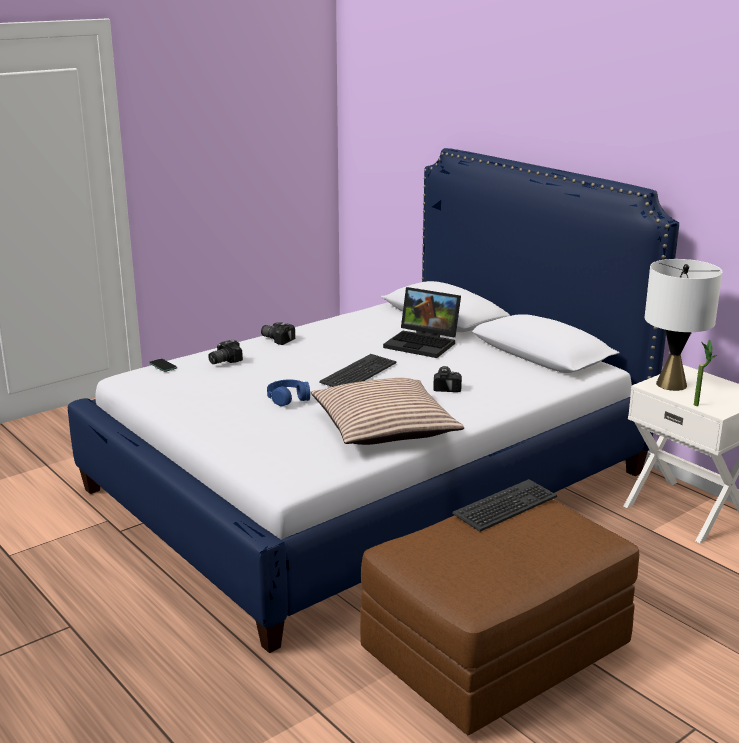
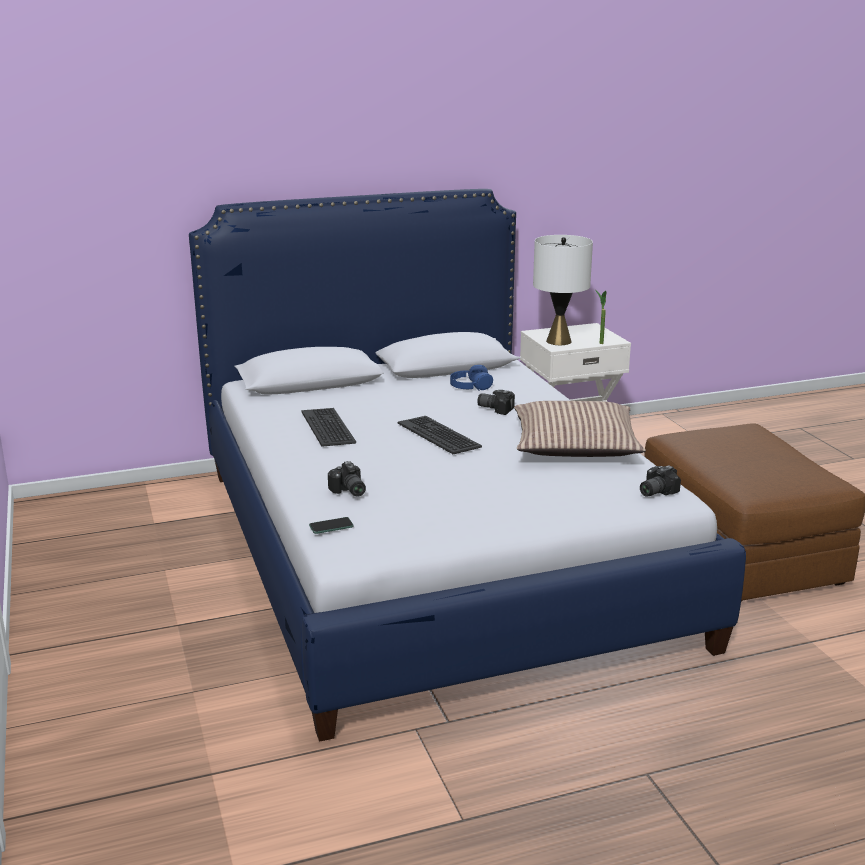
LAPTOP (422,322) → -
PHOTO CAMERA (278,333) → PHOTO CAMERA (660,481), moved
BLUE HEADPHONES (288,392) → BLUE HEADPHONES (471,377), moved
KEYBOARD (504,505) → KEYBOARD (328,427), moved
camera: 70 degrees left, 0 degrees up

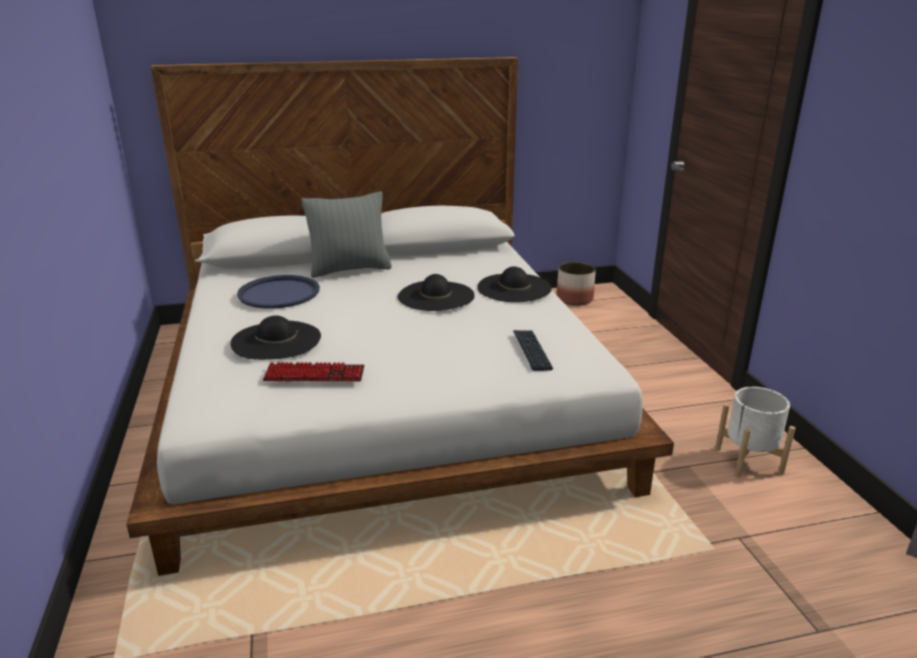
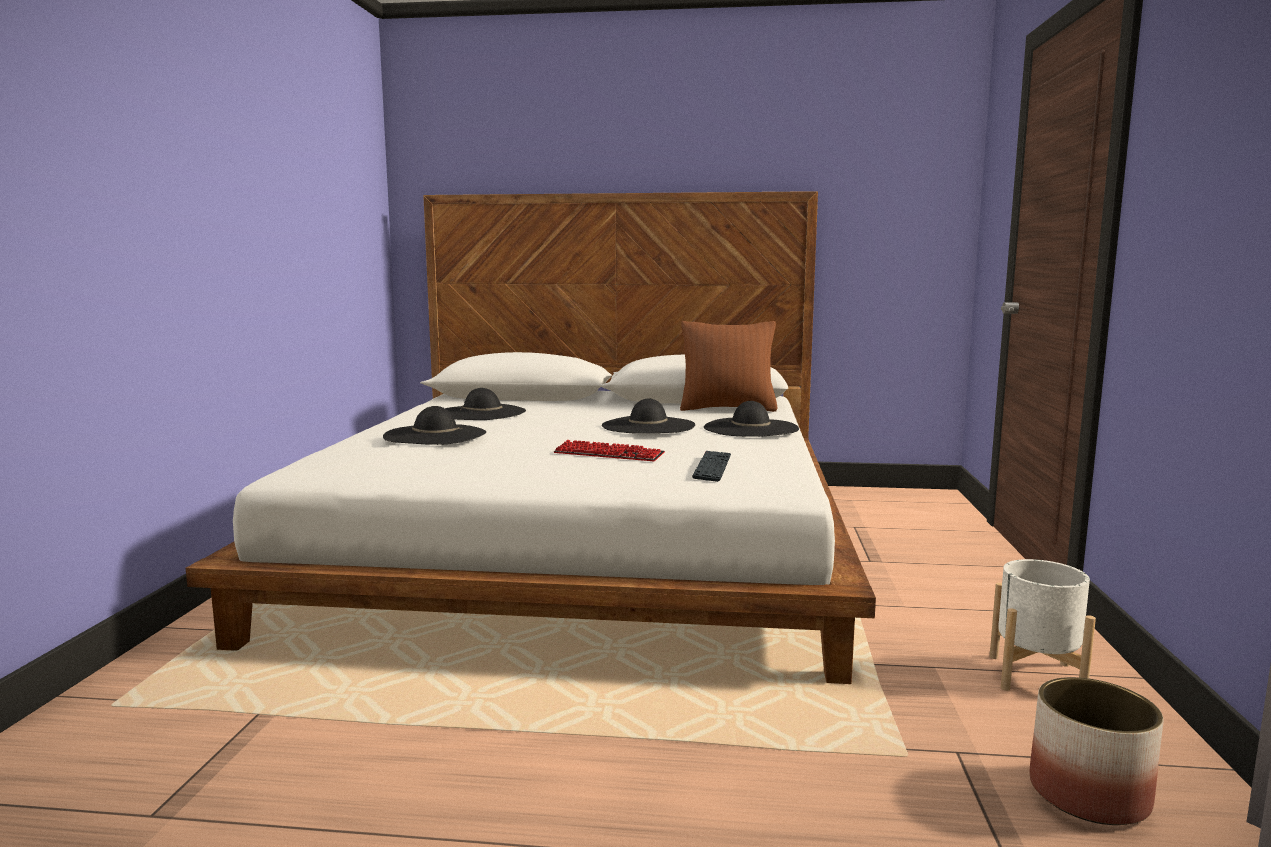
GREY PILLOW (347,235) → -
- → BROWN PILLOW (729,366)
KEYBOARD (313,372) → KEYBOARD (609,450), moved
PLANTER (576,284) → PLANTER (1097,751), moved
BLUE TRAY (278,292) → BLACK HAT (485,404)
camera: 20 degrees right, 15 degrees down

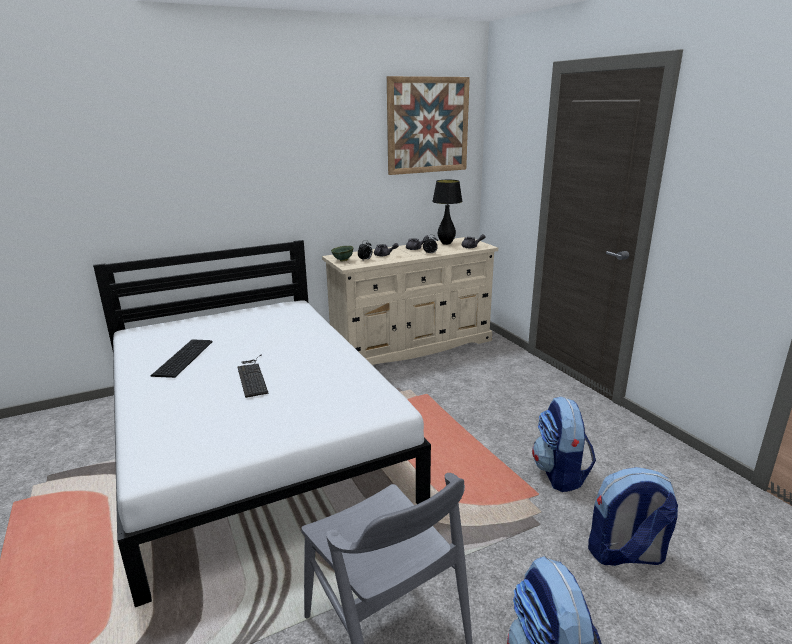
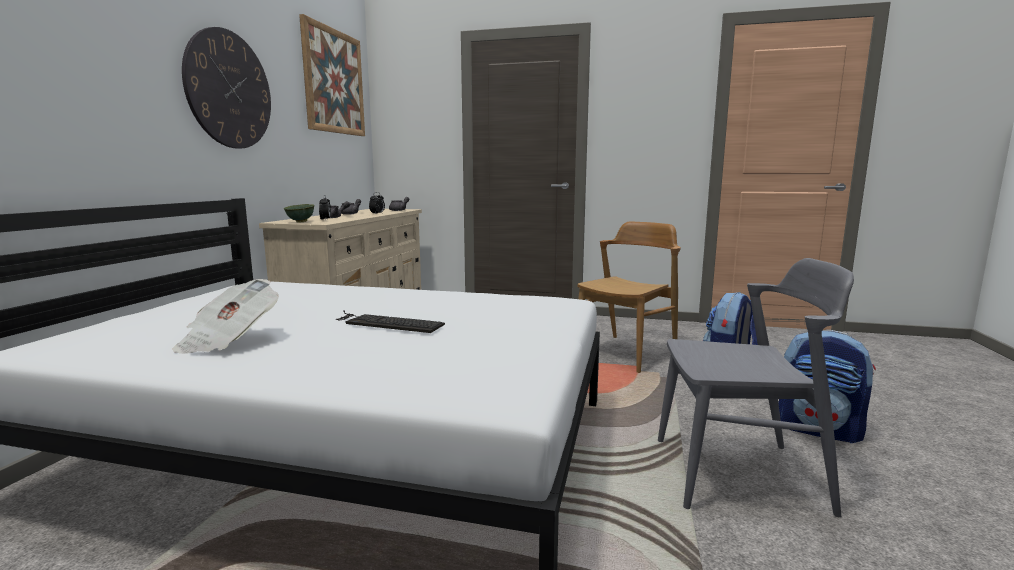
BLACK TABLE LAMP (447,212) → -
- → WALL CLOCK (226,88)
KEYBOARD (182,358) → NEWSPAPER (225,316)
BACKPACK (564,444) → BROWN CHAIR (629,297)
camera: 50 degrees left, 10 degrees down

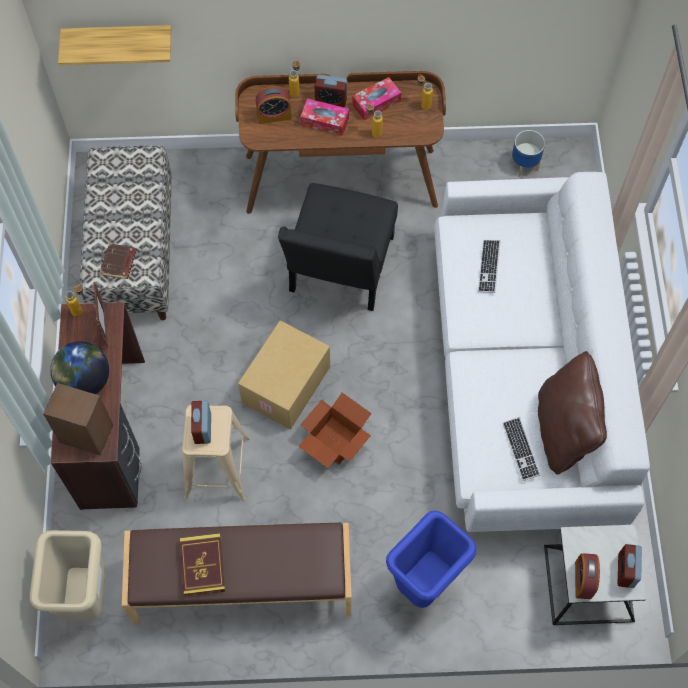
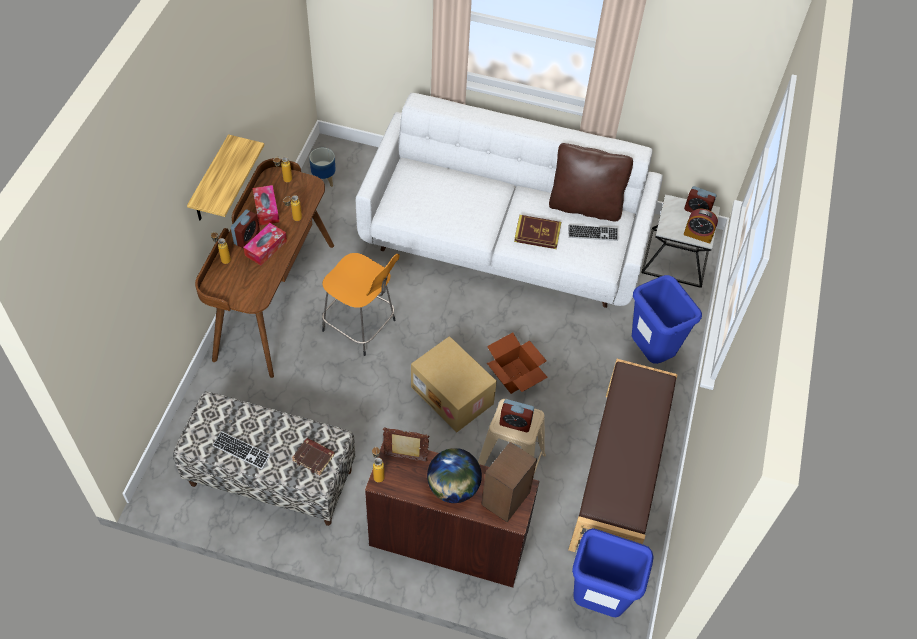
ALARM CLOCK (274,105) → -
SHELF (114,45) → SHELF (225,177), moved
BOOK (202,564) → BOOK (537,232), moved
KEYBOARD (489,266) → KEYBOARD (241,450), moved
BLACK CHAIR (338,247) → ORANGE STOOL (361,304)
BEIGE TRASH CAN (67,575) → BLUE TRASH CAN (612,572)
camera: 75 degrees left, 10 degrees down

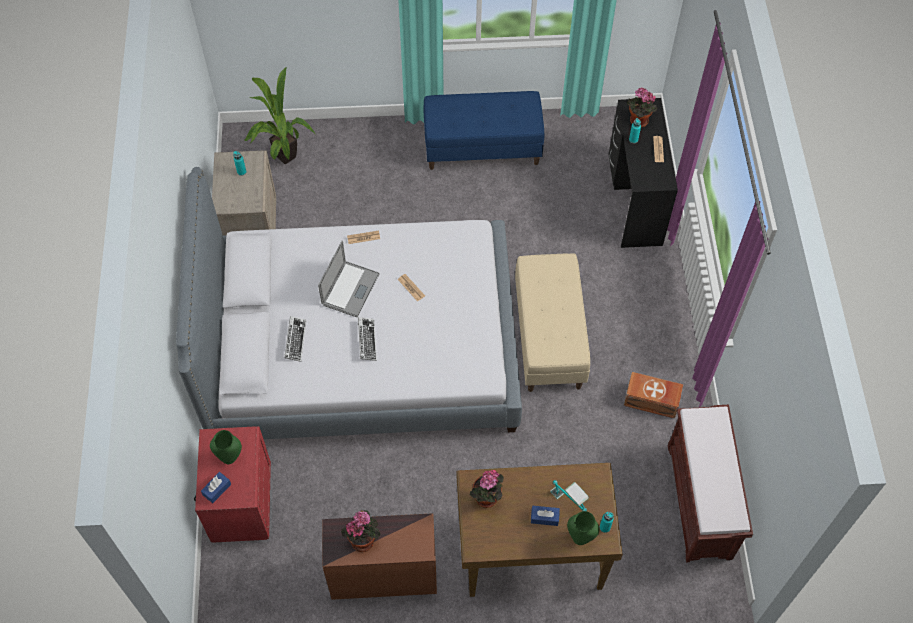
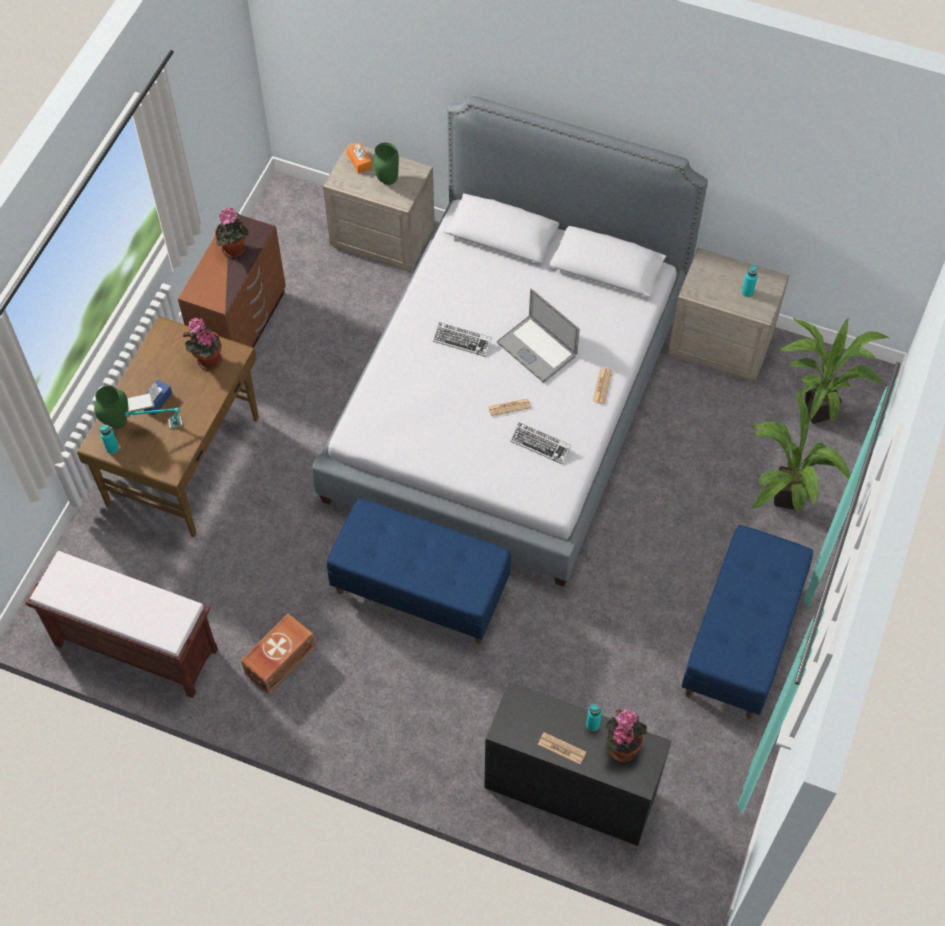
- → POTTED PLANT (800,451)
KEYBOARD (295,339) → KEYBOARD (540,443), moved
RED NIGHTSTAND (232,484) → BEIGE NIGHTSTAND (379,206)
BLUE TISSUE BOX (216,487) → ORANGE TISSUE BOX (359,158)
BEIGE BENCH (552,323) → BLUE BENCH (419,571)
camera: 115 degrees right, 0 degrees up

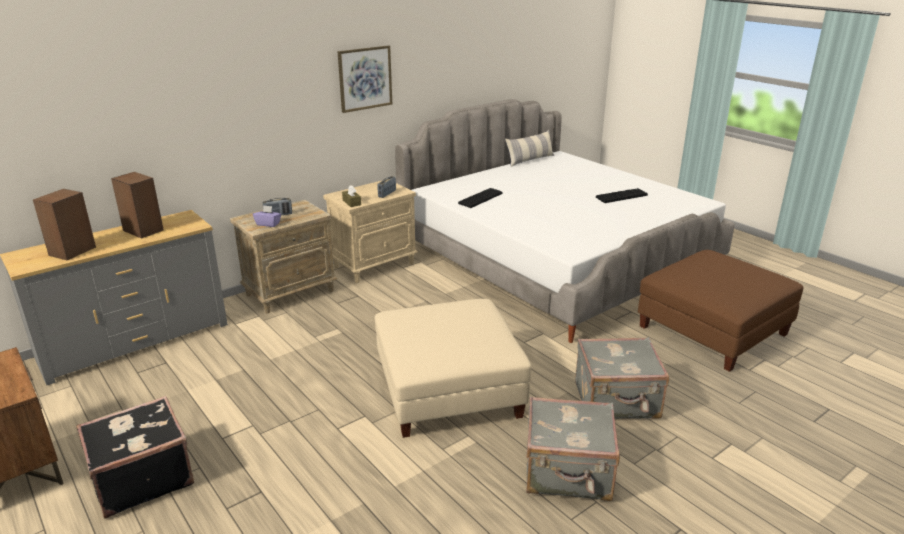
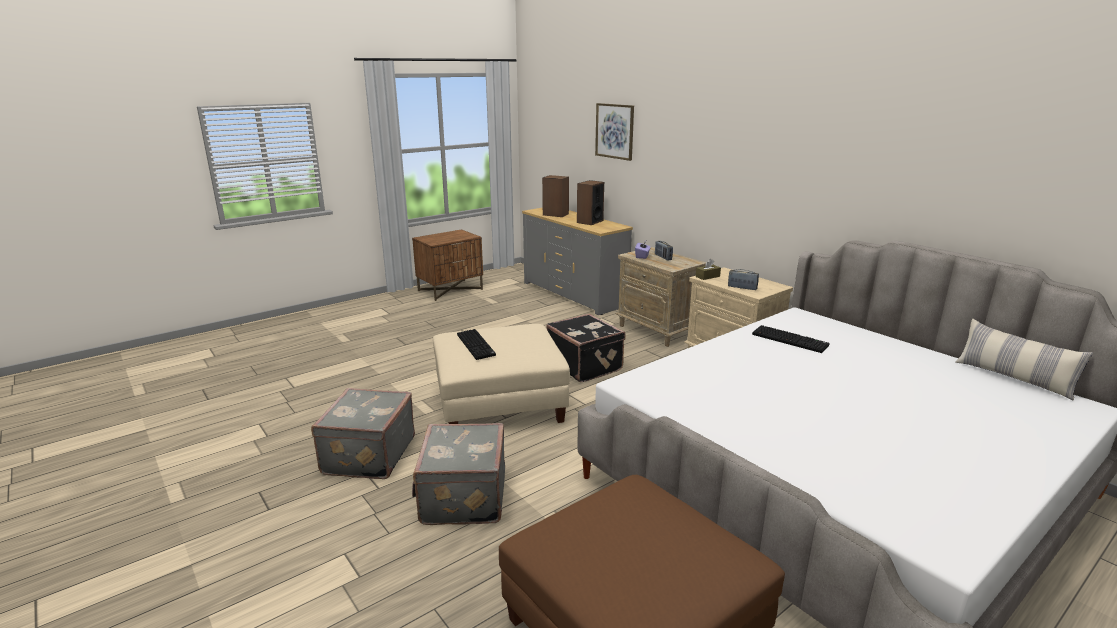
BLACK SUITCASE (135,457) → BLACK SUITCASE (586,348), moved
PICTURE (365,79) → PICTURE (614,132), moved
KEYBOARD (622,195) → KEYBOARD (476,344), moved
camera: 90 degrees right, 5 degrees down

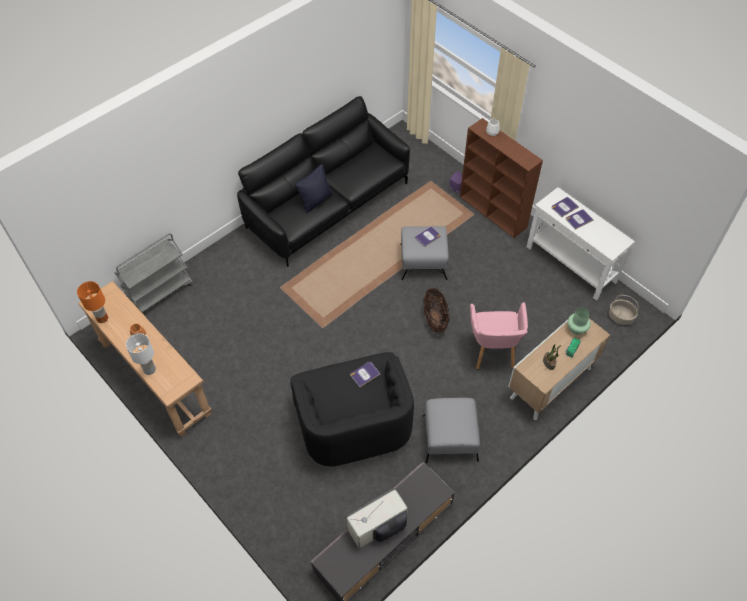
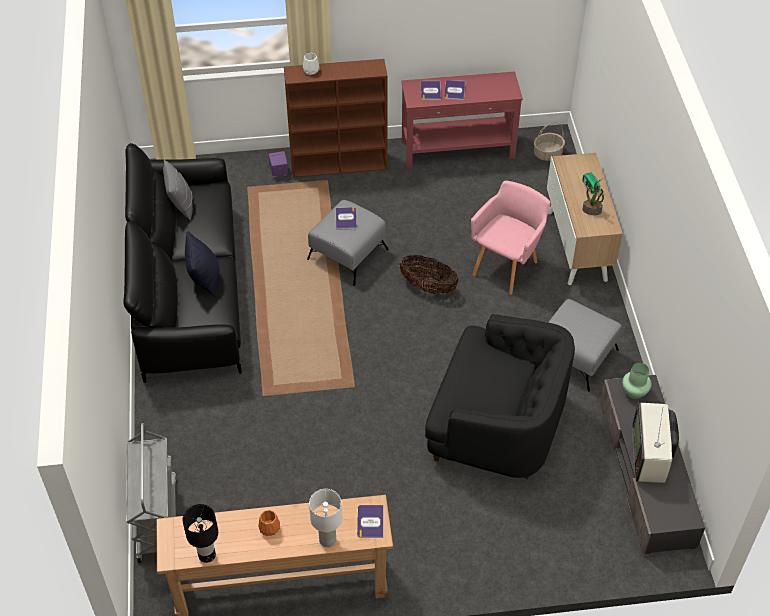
- → GREY PILLOW (178,190)
BOOK (365,374) → BOOK (370,521), moved
GREEN VASE (579,321) → GREEN VASE (637,381), moved
ORANGE TABLE LAMP (92,302) → BLACK TABLE LAMP (200,533)
WHITE CONSOLE TABLE (580,244) → RED CONSOLE TABLE (462,119)
PINK ARMCHAIR (499,335) → PINK ARMCHAIR (511,238), 90 degrees counterclockwise
camera: 55 degrees left, 5 degrees down

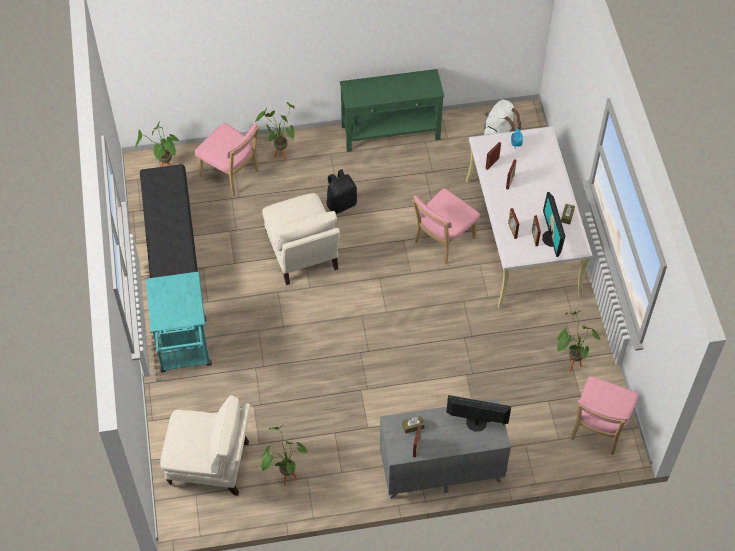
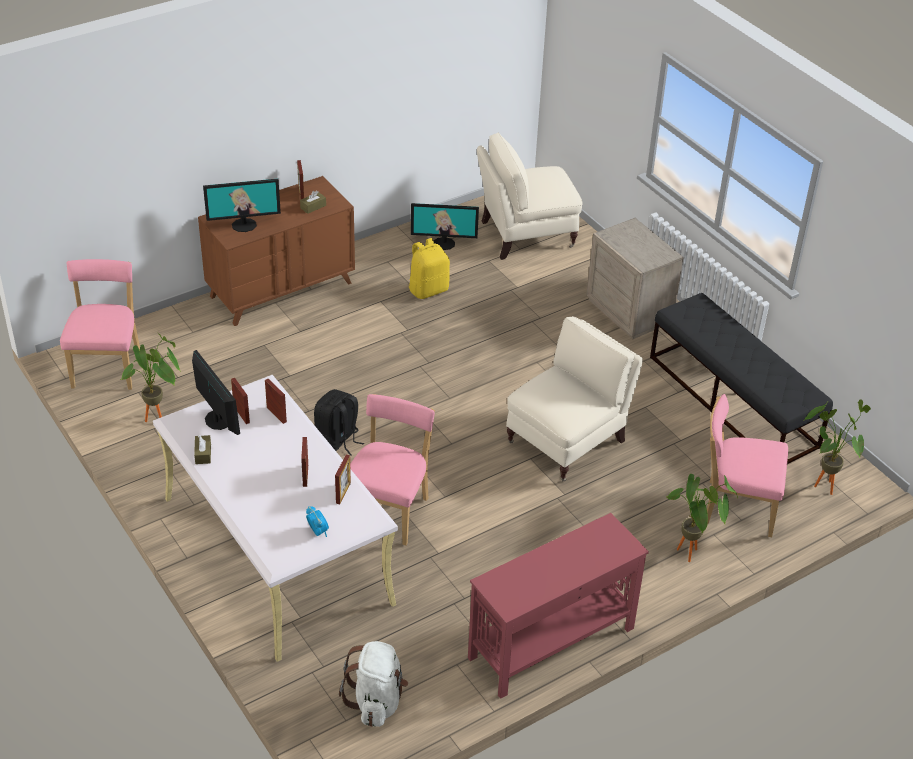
- → YELLOW BACKPACK (429,268)
BLACK BACKPACK (341,191) → BLACK BACKPACK (339,422), moved
TURQUOISE CART (179,321) → BEIGE NIGHTSTAND (635,278)
POTTED PLANT (285,455) → MONITOR (445,226)
GREEN CONSOLE TABLE (392,110) → RED CONSOLE TABLE (558,606)
GREY DRESSER (445,449) → BROWN DRESSER (276,251)
BEIGE ARMCHAIR (301,239) → BEIGE ARMCHAIR (574,398), 90 degrees clockwise
camera: 155 degrees right, 15 degrees down

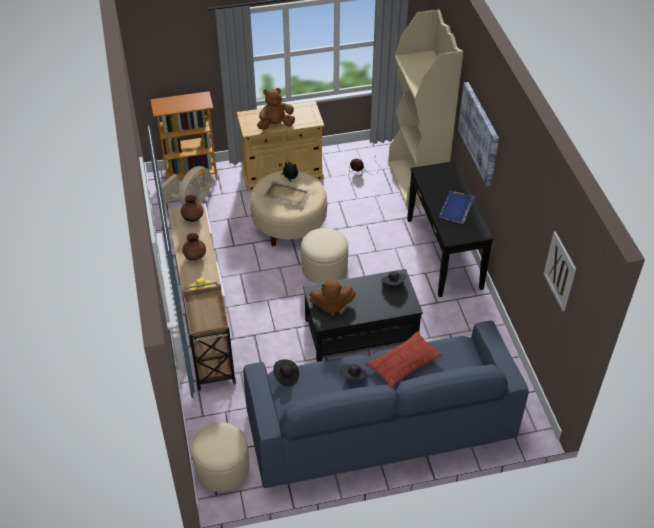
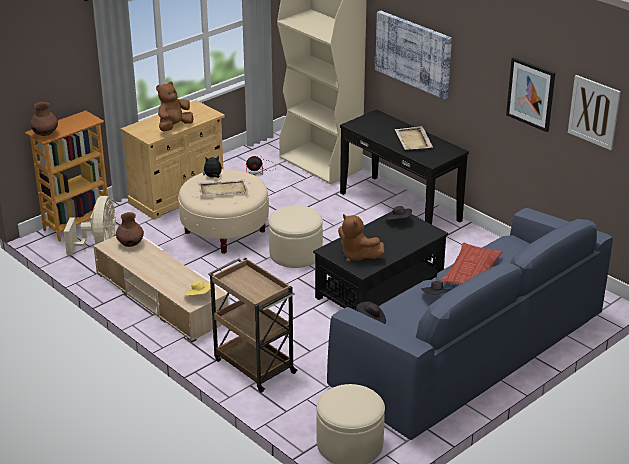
- → PICTURE (530,94)
BROWN VASE (194,247) → BROWN VASE (44,119), moved
BLUE TRAY (457,207) → BEIGE TRAY (413,138)
BROWN PLUSH TOY (333,297) → BROWN PLUSH TOY (361,238), 75 degrees clockwise
camera: 30 degrees left, 15 degrees down

